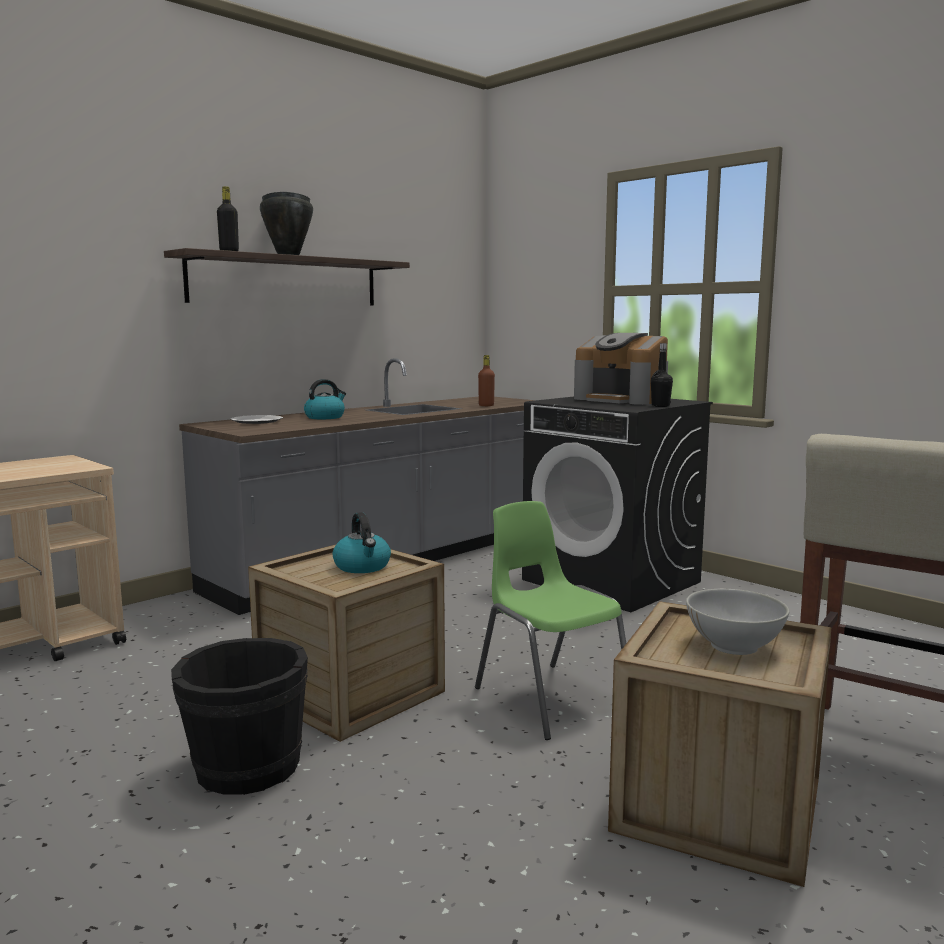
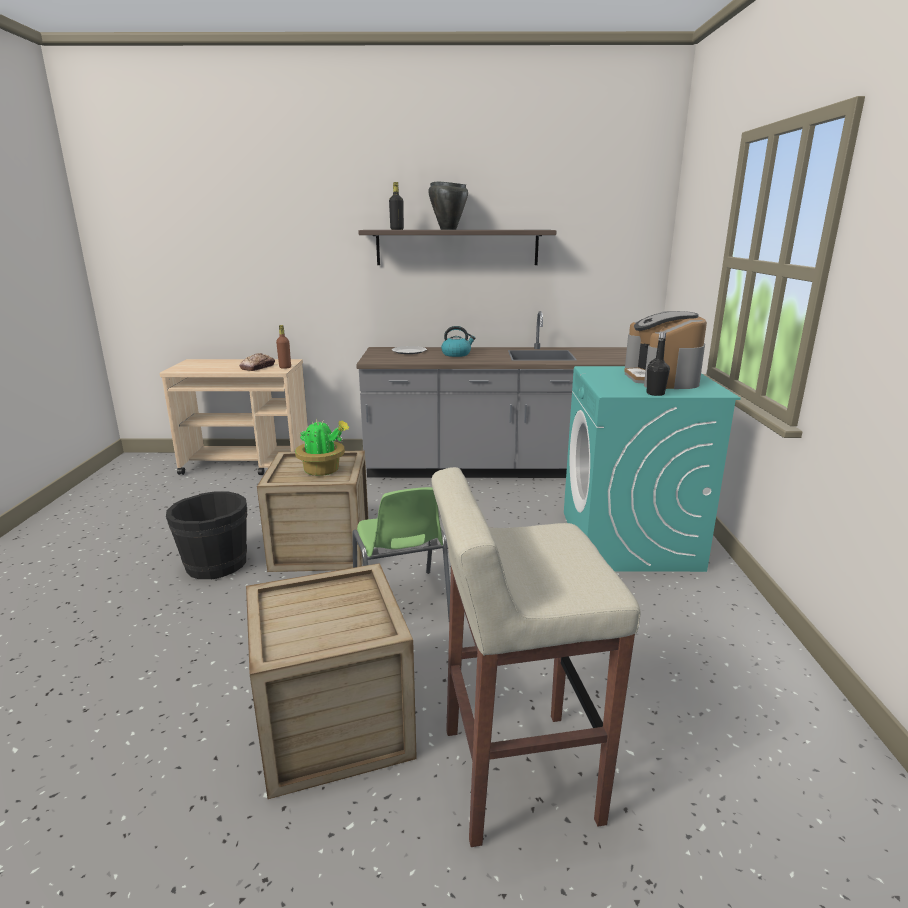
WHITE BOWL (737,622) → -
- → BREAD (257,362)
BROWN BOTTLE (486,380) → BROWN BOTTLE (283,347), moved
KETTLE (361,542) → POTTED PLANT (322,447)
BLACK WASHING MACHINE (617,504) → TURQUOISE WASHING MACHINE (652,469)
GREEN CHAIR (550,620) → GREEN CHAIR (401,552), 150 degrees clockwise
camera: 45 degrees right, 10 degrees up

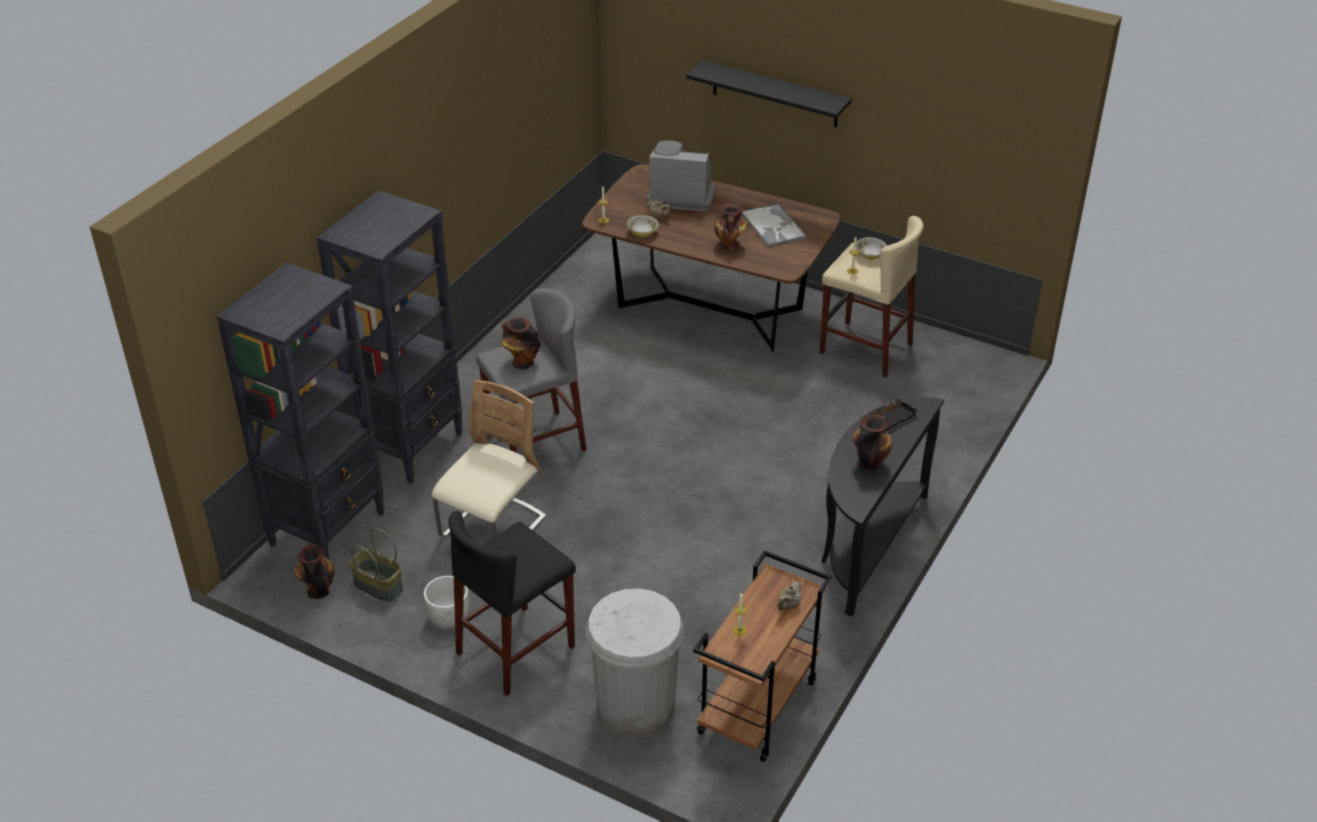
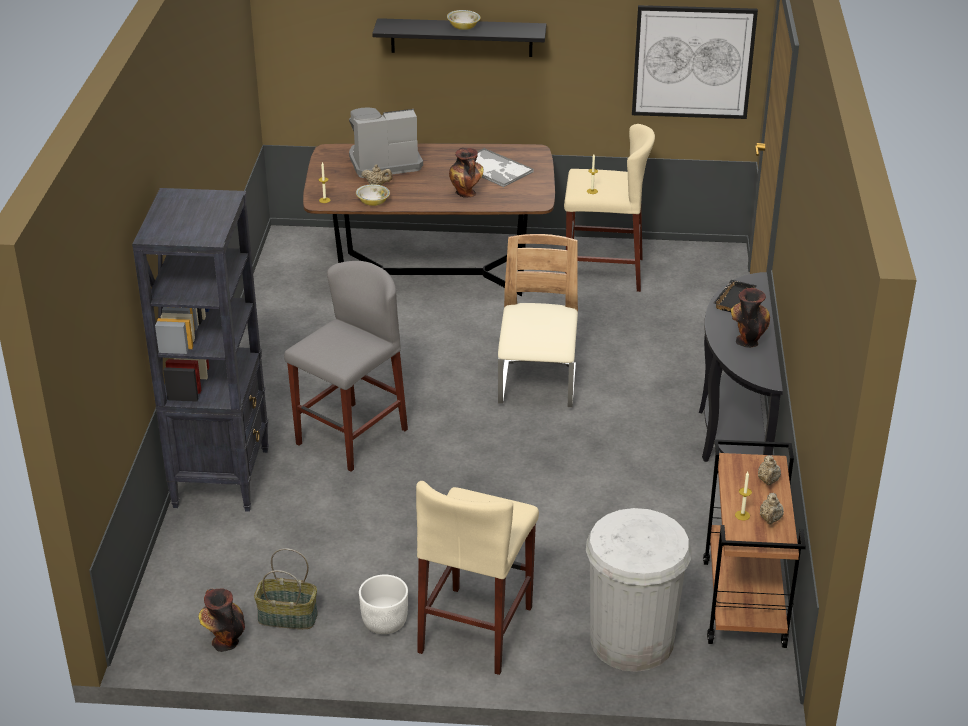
BLACK BOOKCASE (300,411) → -
VASE (521,343) → -
- → PICTURE (695,62)
- → BEIGE TEAPOT (772,509)
BEIGE CHAIR (489,459) → BEIGE CHAIR (538,320), moved
BOWL (871,248) → BOWL (463,20), moved
BLACK STOOL (512,603) → BEIGE STOOL (477,578)
camera: 25 degrees left, 5 degrees down

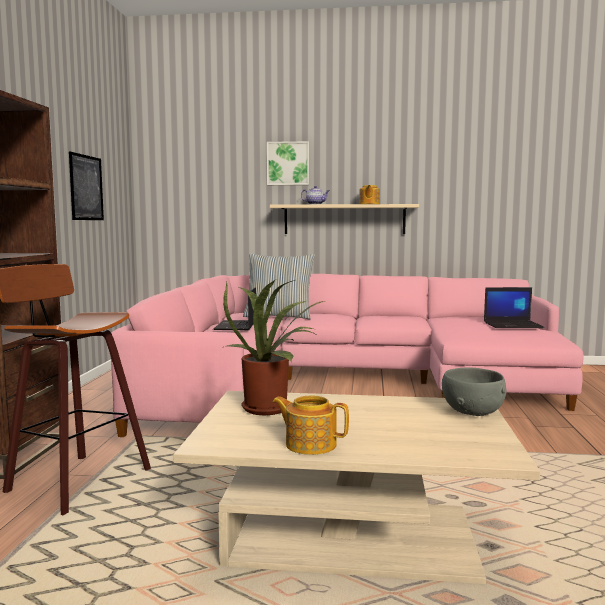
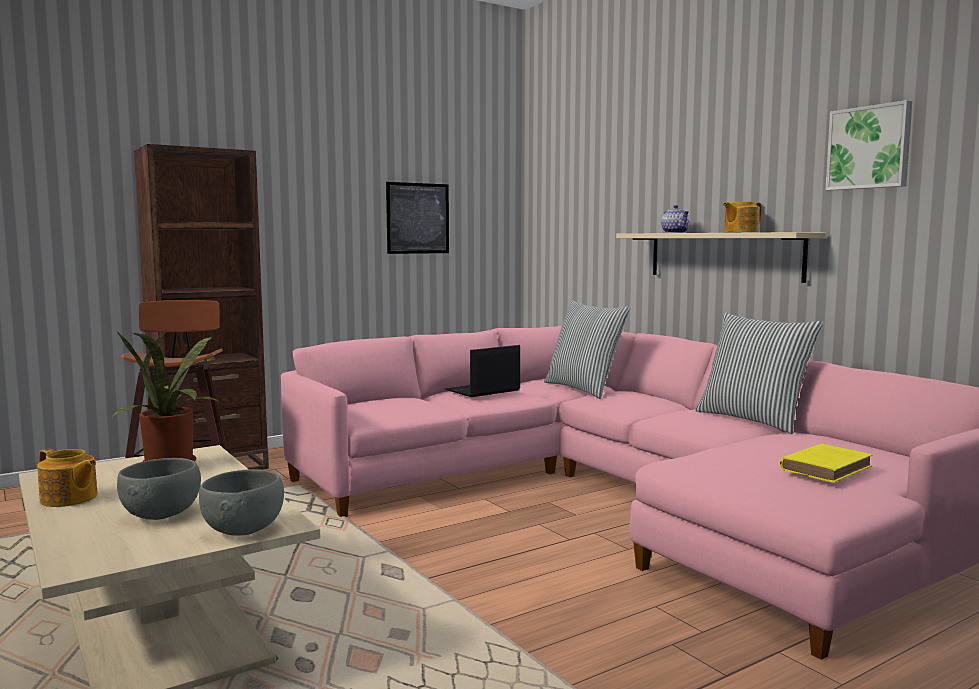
- → GREY BOWL (159,489)
- → PILLOW (759,373)
PICTURE (288,163) → PICTURE (868,145), moved
LAPTOP (514,307) → YELLOW BOOK (826,463)
TEAPOT (310,425) → TEAPOT (67,478), 135 degrees clockwise
camera: 50 degrees right, 0 degrees up

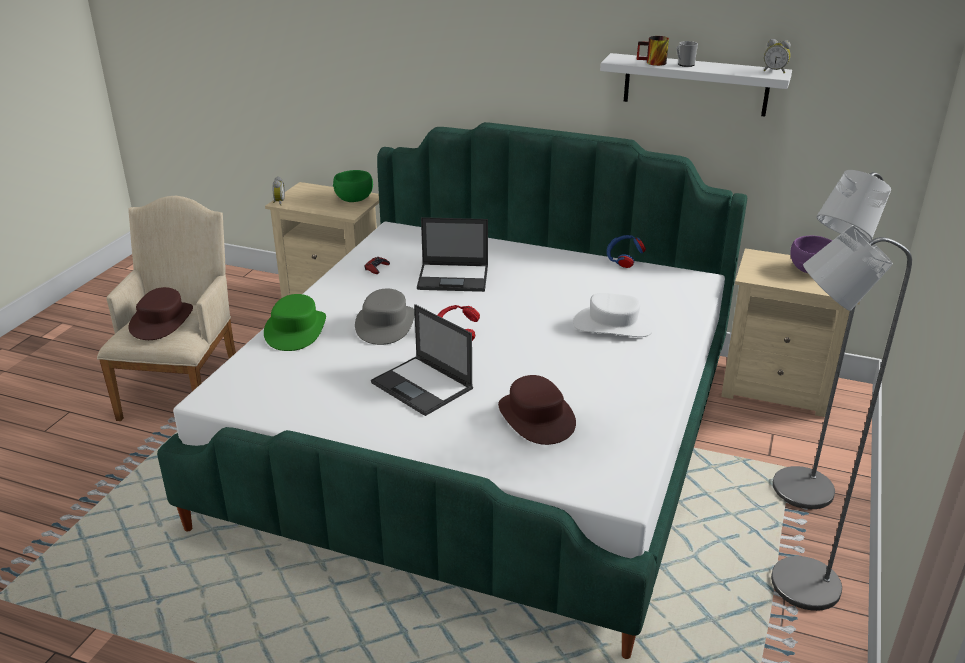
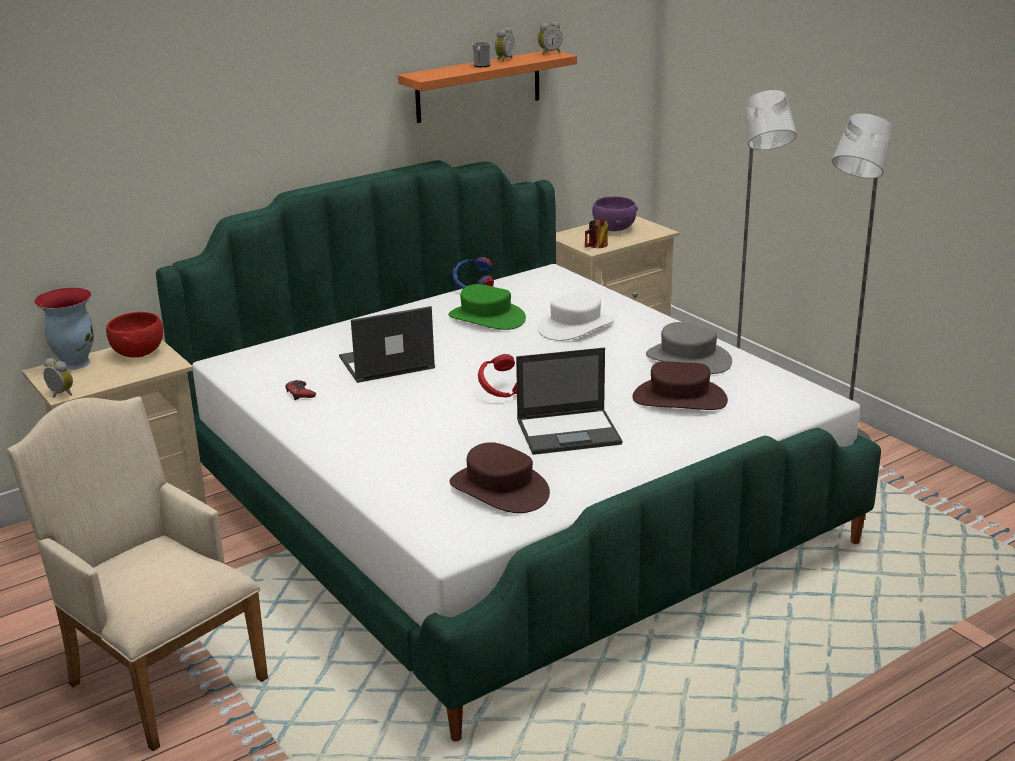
- → VASE (64,328)
- → ALARM CLOCK (505,44)
BROWN HAT (160,313) → BROWN HAT (499,477), moved
GREEN HAT (295,322) → GREEN HAT (487,307), moved
GREY HAT (385,317) → GREY HAT (689,348), moved
MUG (653,51) → MUG (596,234), moved
GREEN BOWL (353,186) → RED BOWL (134,335)
WHITE SHELF (696,85) → ORANGE SHELF (487,86)
LAPTOP (452,254) → LAPTOP (387,344), 150 degrees counterclockwise
camera: 55 degrees left, 5 degrees down

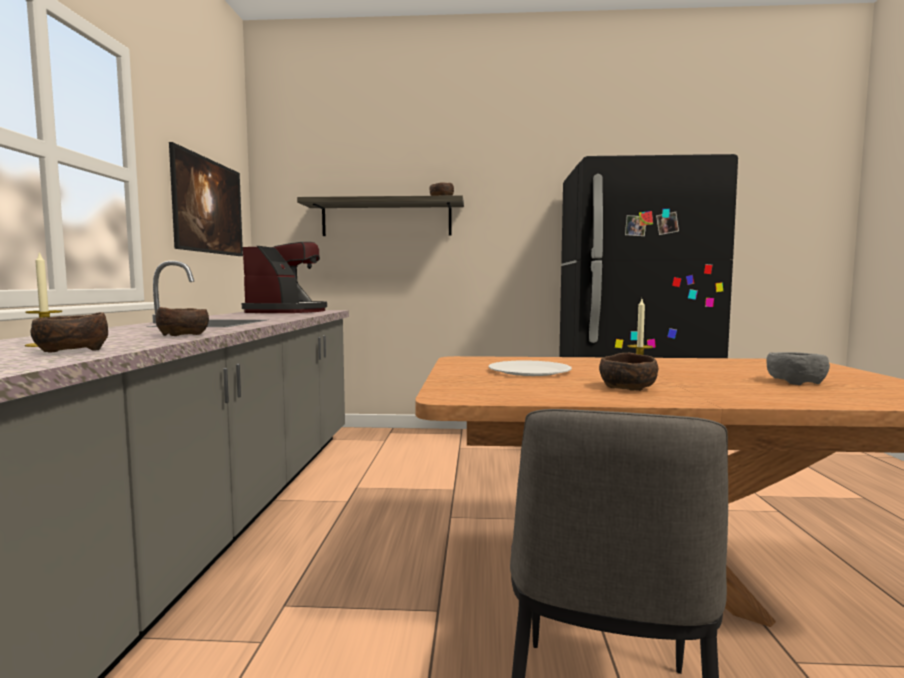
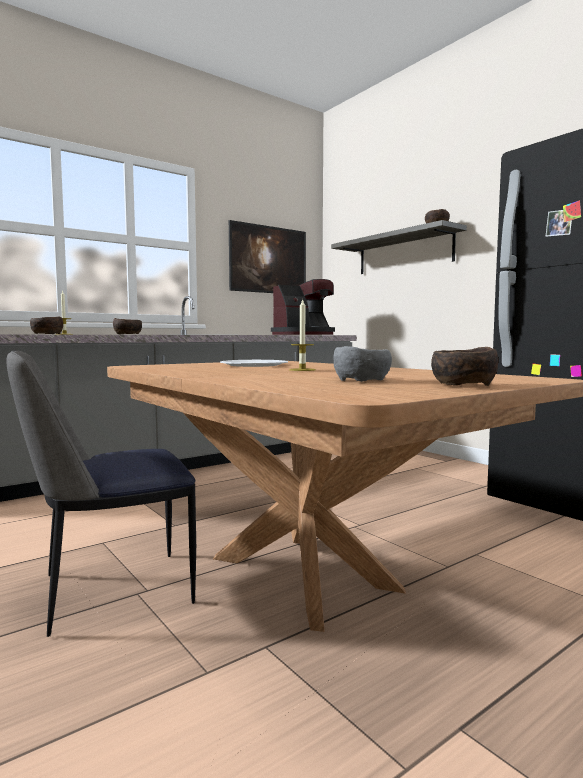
BROWN BOWL (628,372) → BROWN BOWL (465,366), moved
camera: 50 degrees right, 0 degrees up

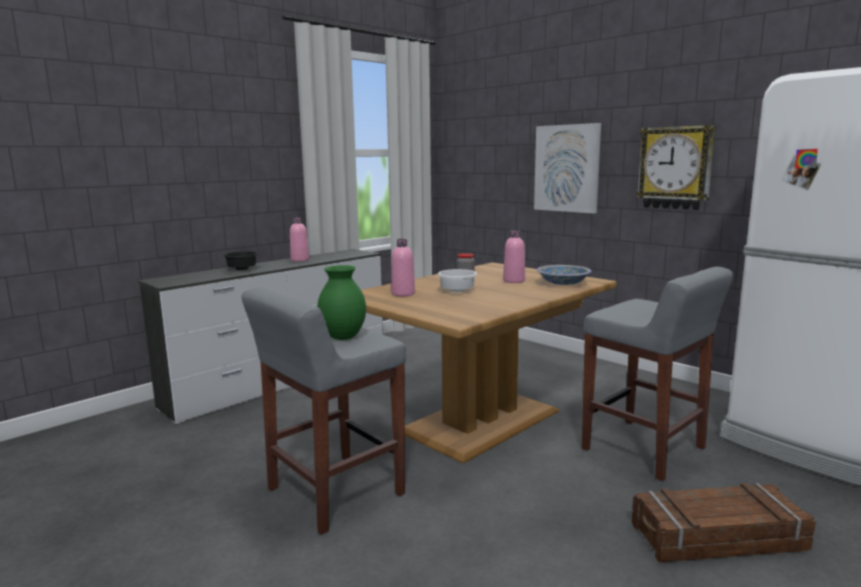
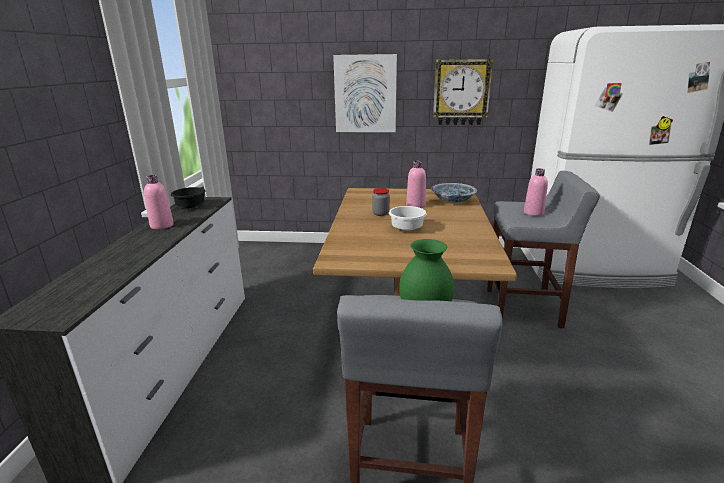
CRATE (724,522) → -
BLACK BOWL (241,260) → BLACK BOWL (188,197), moved
PINK BOTTLE (403,267) → PINK BOTTLE (536,192), moved
camera: 40 degrees left, 10 degrees up

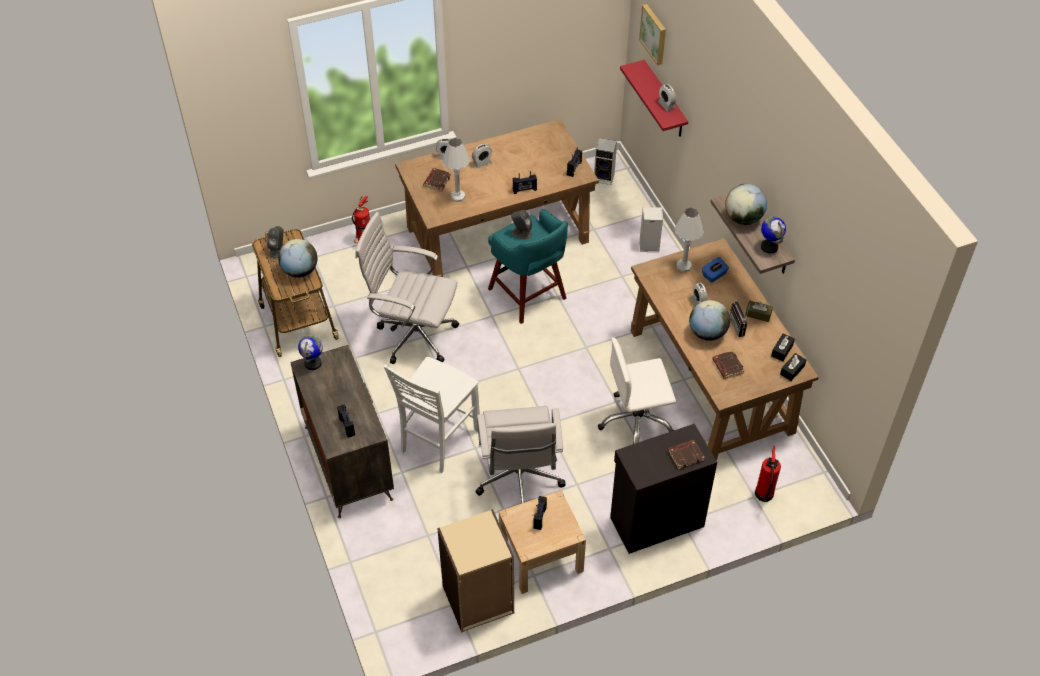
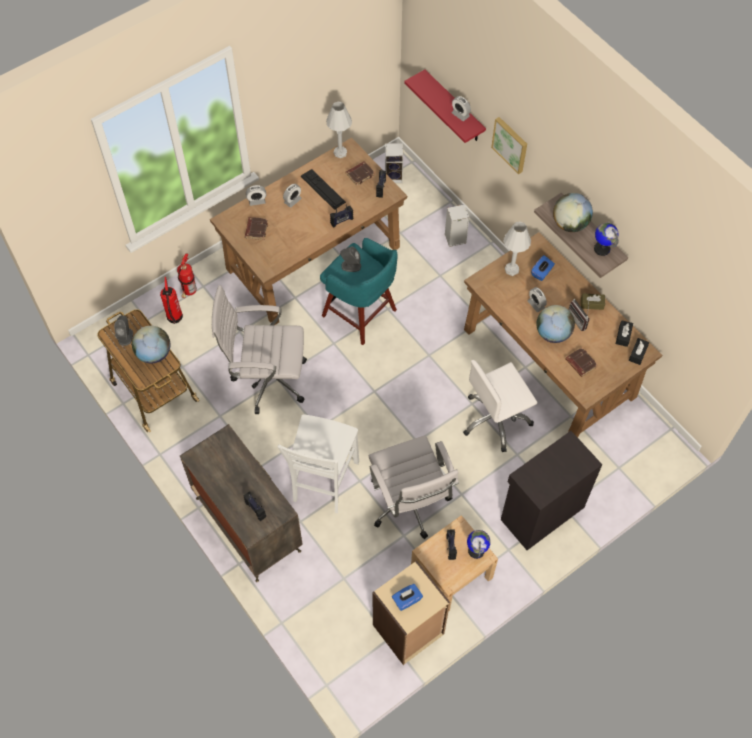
- → KEYBOARD (323,189)
- → BLUE TISSUE BOX (407,597)
GLOBE (310,352) → GLOBE (479,544), moved
WHITE TABLE LAMP (456,170) → WHITE TABLE LAMP (339,129), moved
PICTURE (652,35) → PICTURE (509,145), moved
BROWN BOOK (686,454) → BROWN BOOK (360,173), moved
FIRE EXTINGUISHER (768,474) → FIRE EXTINGUISHER (171,300), moved
camera: 15 degrees left, 10 degrees up

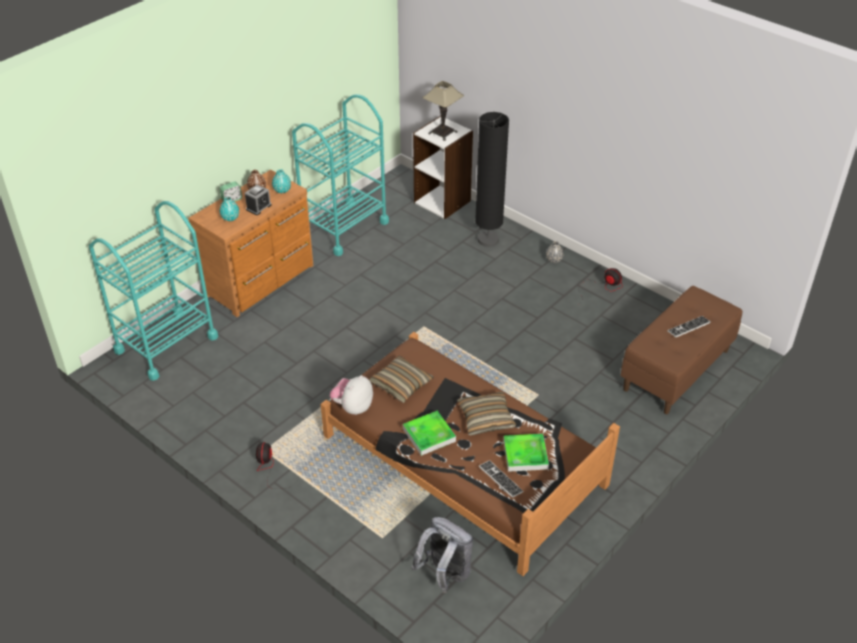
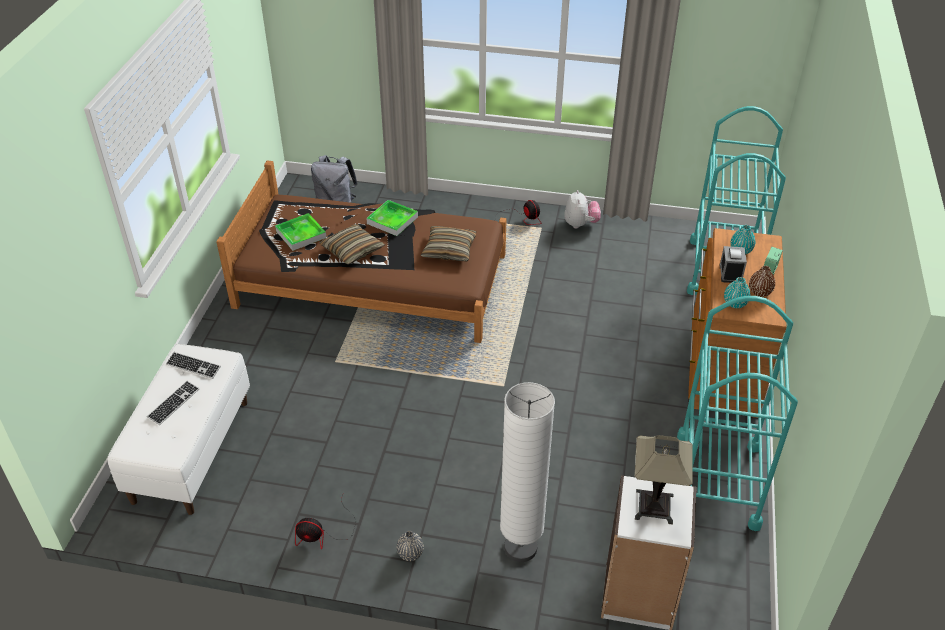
PLUSH TOY (351,395) → PLUSH TOY (582,209), moved
KEYBOARD (501,479) → KEYBOARD (193,365), moved
BLACK FLOOR LAMP (492,179) → WHITE FLOOR LAMP (527,472)
BROWN BENCH (681,350) → WHITE BENCH (179,429)
camera: 150 degrees right, 0 degrees up

